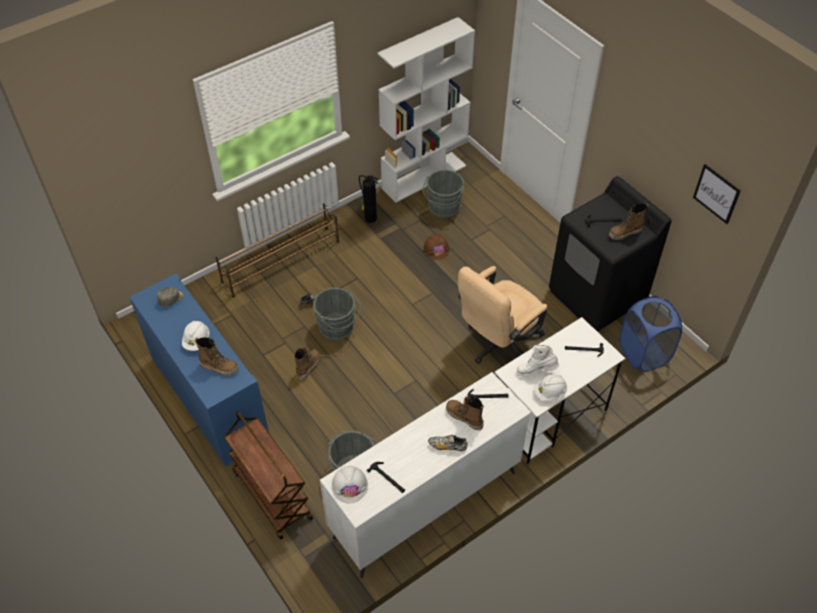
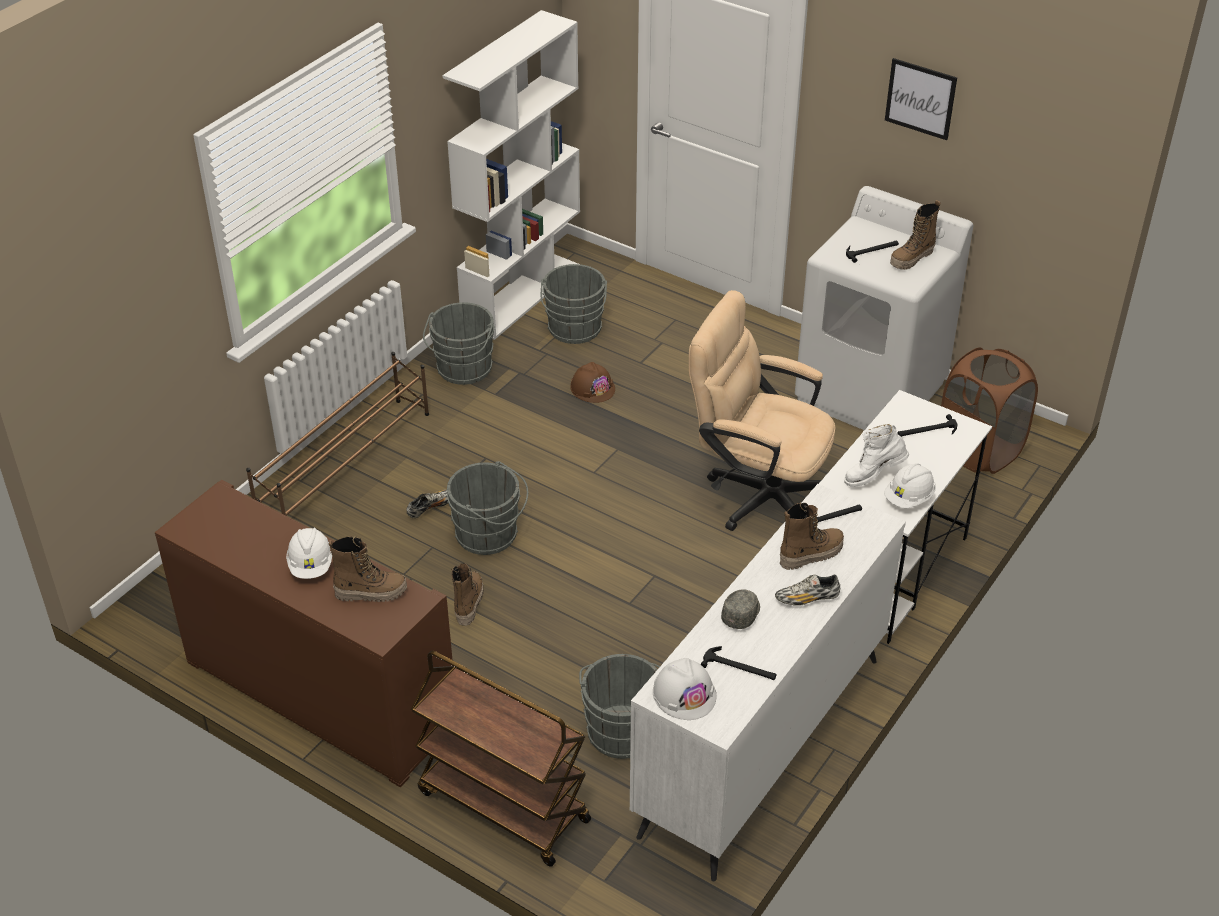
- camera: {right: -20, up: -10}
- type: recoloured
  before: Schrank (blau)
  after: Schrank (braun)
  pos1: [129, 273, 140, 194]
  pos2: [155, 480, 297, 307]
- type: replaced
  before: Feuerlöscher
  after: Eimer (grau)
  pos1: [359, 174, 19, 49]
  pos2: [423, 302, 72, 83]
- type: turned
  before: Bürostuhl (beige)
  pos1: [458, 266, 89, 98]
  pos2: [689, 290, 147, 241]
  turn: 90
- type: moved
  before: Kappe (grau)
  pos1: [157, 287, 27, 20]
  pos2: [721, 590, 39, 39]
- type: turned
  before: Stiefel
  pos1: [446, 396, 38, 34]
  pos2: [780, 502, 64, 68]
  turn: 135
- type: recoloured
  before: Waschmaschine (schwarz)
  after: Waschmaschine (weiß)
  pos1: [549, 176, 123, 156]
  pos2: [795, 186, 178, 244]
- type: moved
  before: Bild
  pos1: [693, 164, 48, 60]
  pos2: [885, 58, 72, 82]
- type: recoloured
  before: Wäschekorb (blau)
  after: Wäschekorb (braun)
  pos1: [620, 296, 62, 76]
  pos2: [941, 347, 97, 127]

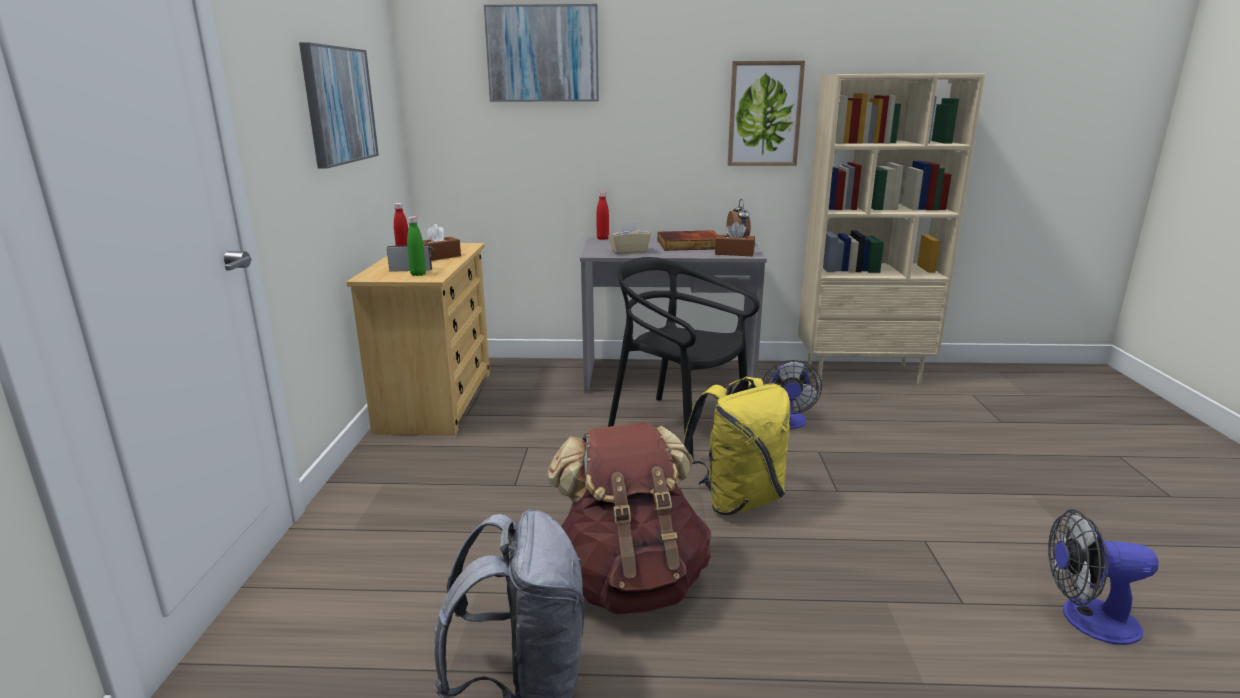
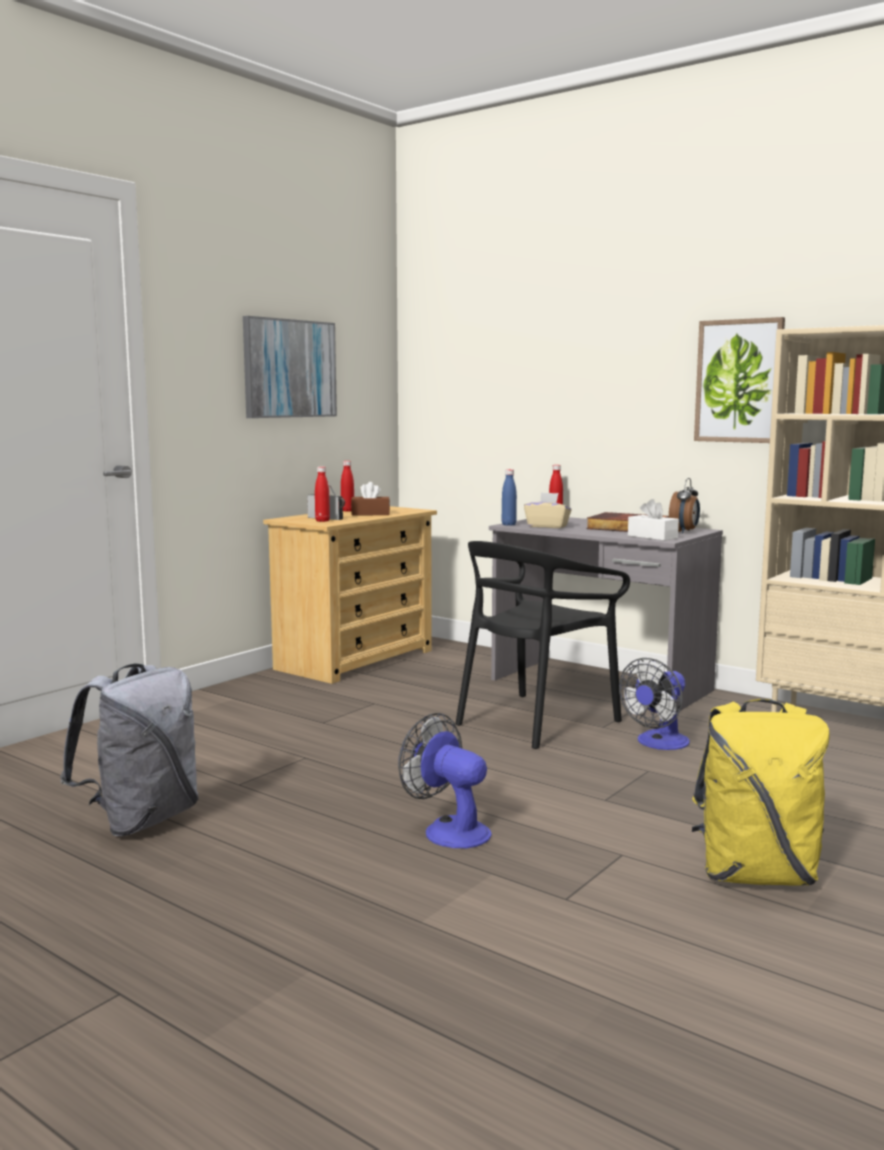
- camera: {right: 35, up: -10}
- type: recoloured
  before: Flasche (grün)
  after: Flasche (rot)
  pos1: [407, 216, 19, 60]
  pos2: [315, 466, 15, 56]
- type: moved
  before: Ventilator
  pos1: [1048, 509, 111, 136]
  pos2: [398, 713, 94, 135]
- type: turned
  before: Stuhl (schwarz)
  pos1: [608, 257, 152, 205]
  pos2: [455, 541, 175, 208]
  turn: -120
- type: added
  after: Flasche (blau)
  pos2: [502, 469, 15, 57]
- type: recoloured
  before: Taschentuchbox (braun)
  after: Taschentuchbox (weiß)
  pos1: [715, 222, 40, 34]
  pos2: [628, 499, 51, 42]
- type: moved
  before: Rucksack (gelb)
  pos1: [683, 377, 108, 138]
  pos2: [692, 699, 138, 187]
- type: removed
  before: Bild
  pos1: [484, 4, 115, 98]
- type: removed
  before: Rucksack (braun)
  pos1: [548, 422, 163, 193]

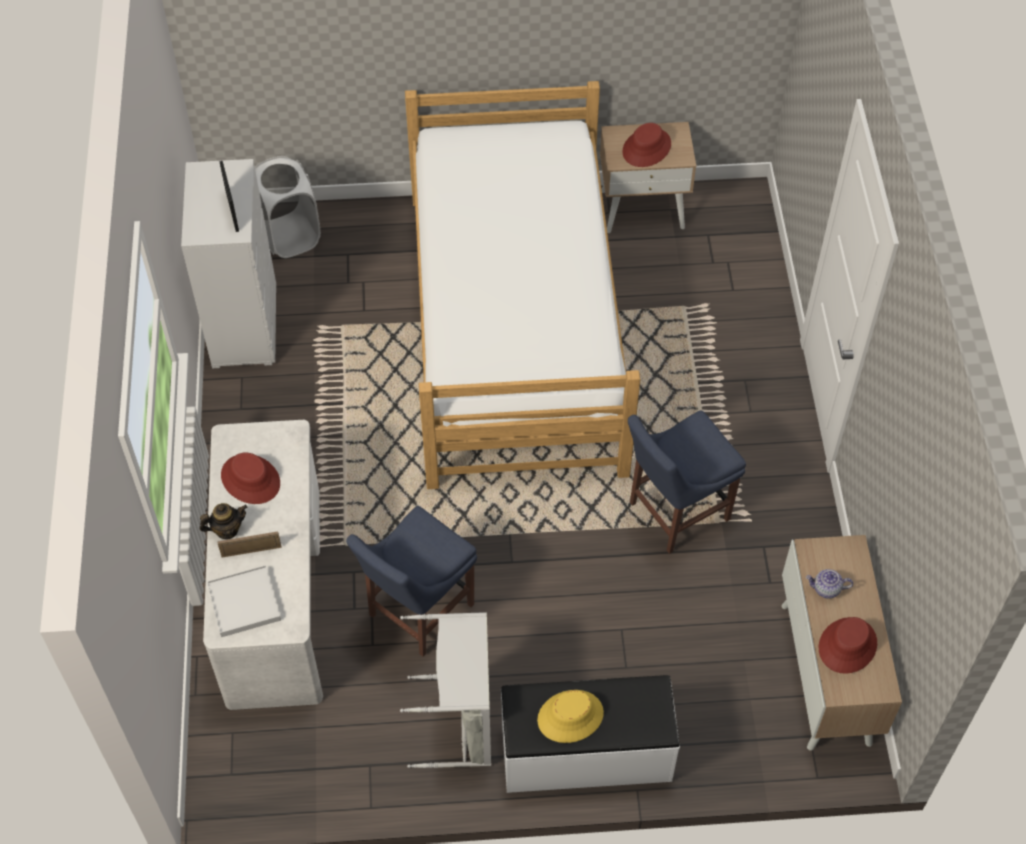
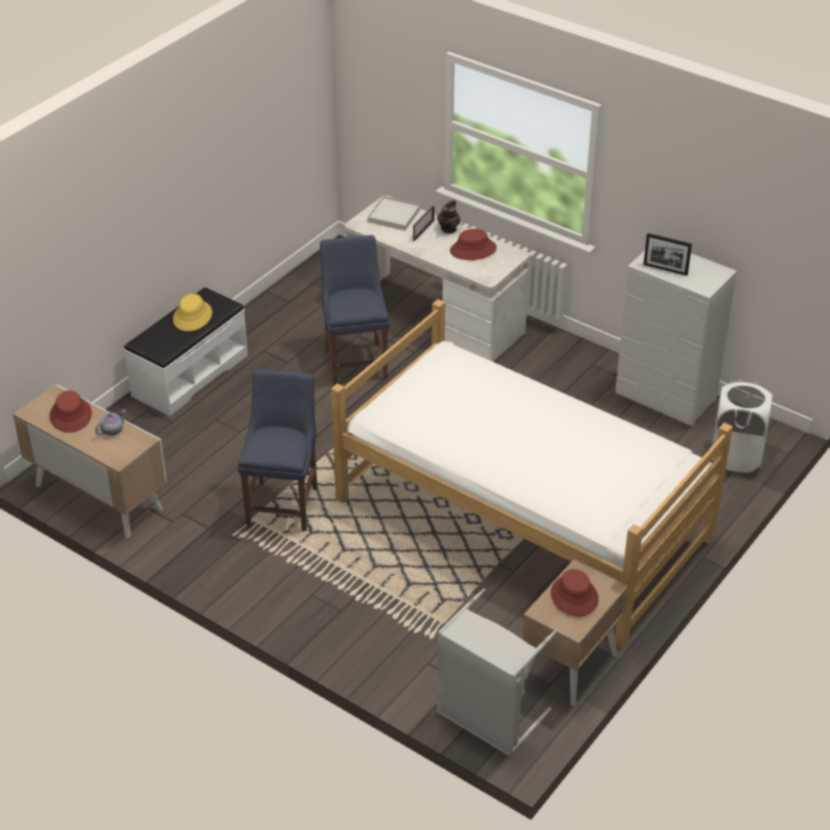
- camera: {right: 130, up: -15}
- type: moved
  before: Wäschekorb (grau)
  pos1: [400, 612, 91, 156]
  pos2: [437, 588, 121, 169]

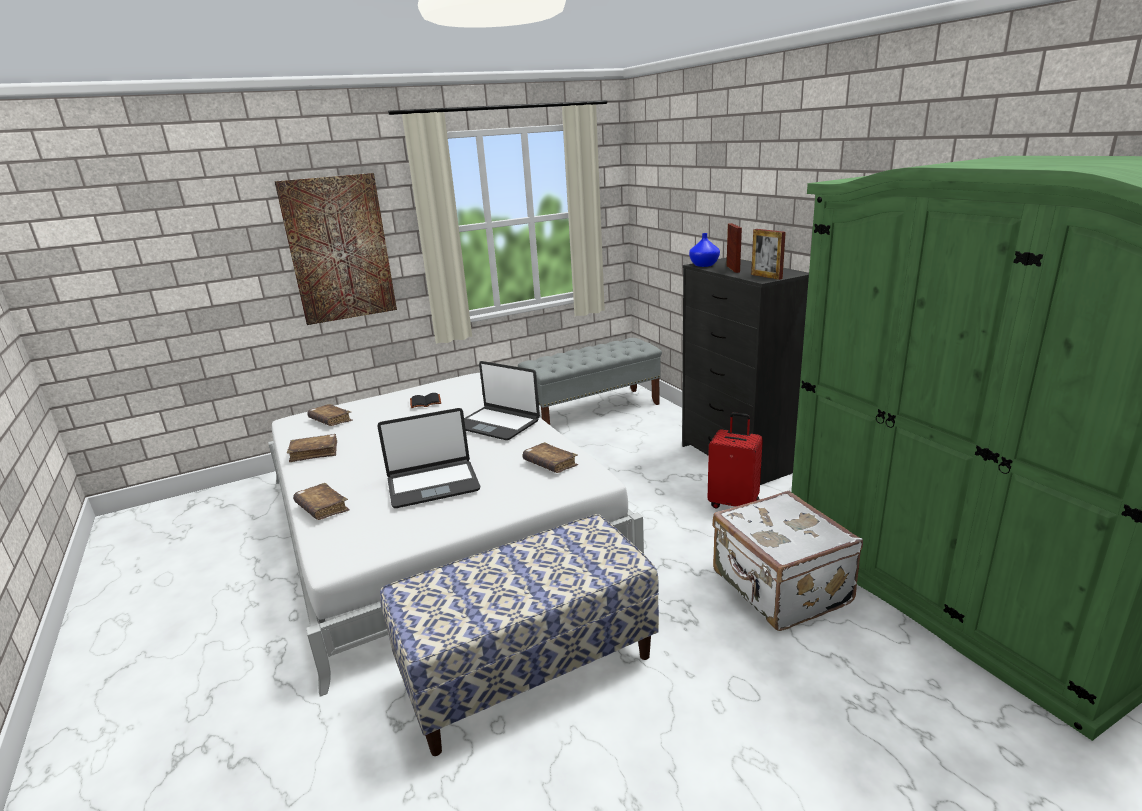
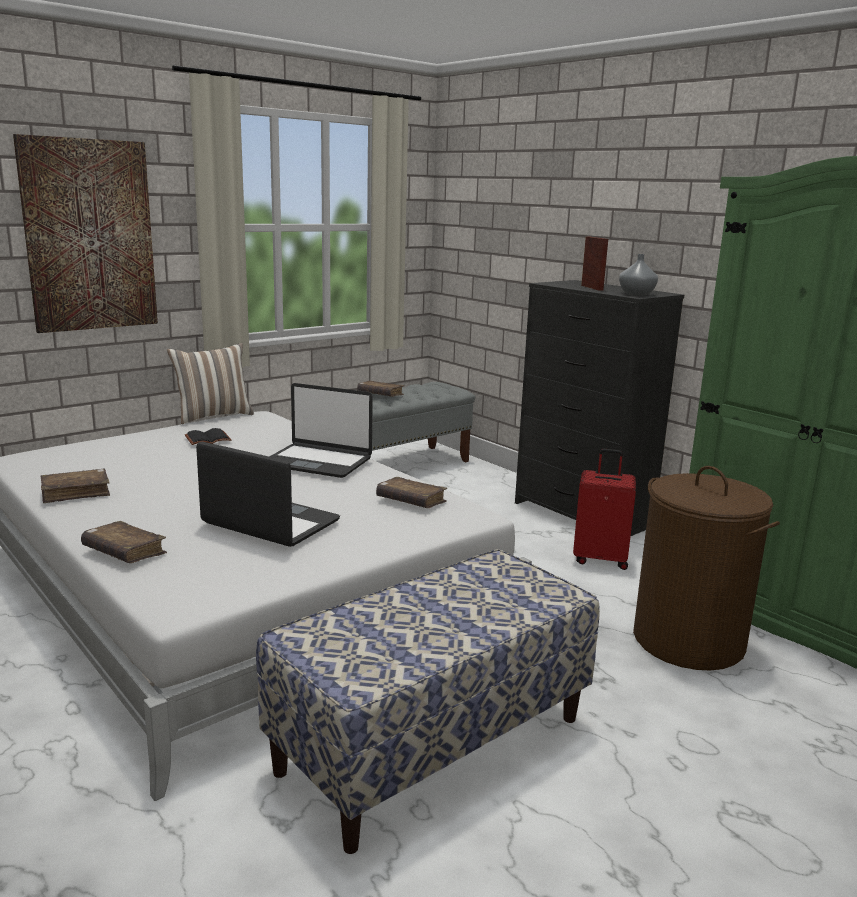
- camera: {right: -15, up: -5}
- type: added
  after: Kissen
  pos2: [167, 343, 87, 81]
- type: turned
  before: Laptop
  pos1: [377, 408, 103, 100]
  pos2: [196, 441, 144, 106]
  turn: -120
- type: moved
  before: Buch (braun)
  pos1: [307, 404, 46, 22]
  pos2: [357, 381, 47, 16]
- type: replaced
  before: Bilderrahmen
  after: Vase (grau)
  pos1: [751, 229, 35, 51]
  pos2: [619, 254, 39, 42]
- type: replaced
  before: Koffer (weiß)
  after: Wäschekorb (braun)
  pos1: [713, 491, 150, 140]
  pos2: [633, 466, 147, 205]
- type: removed
  before: Vase (blau)
  pos1: [689, 233, 31, 34]

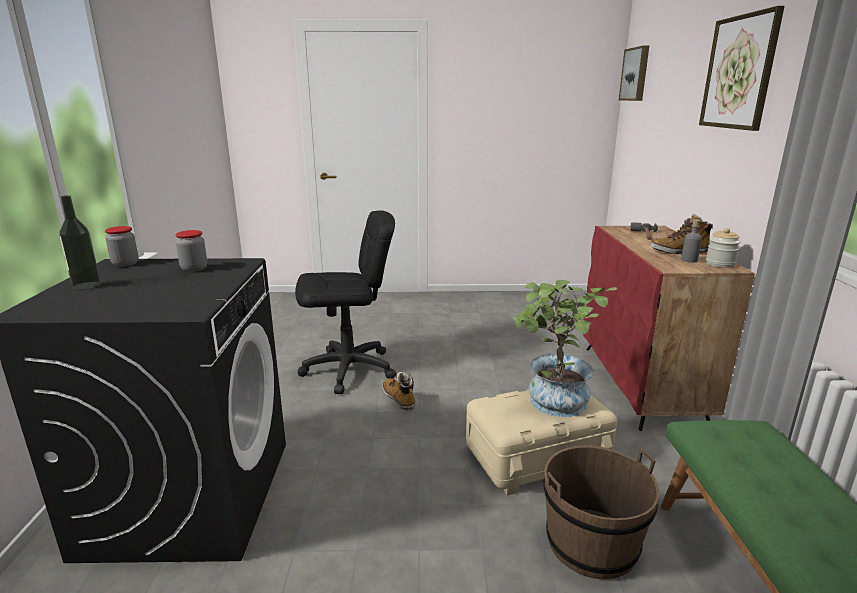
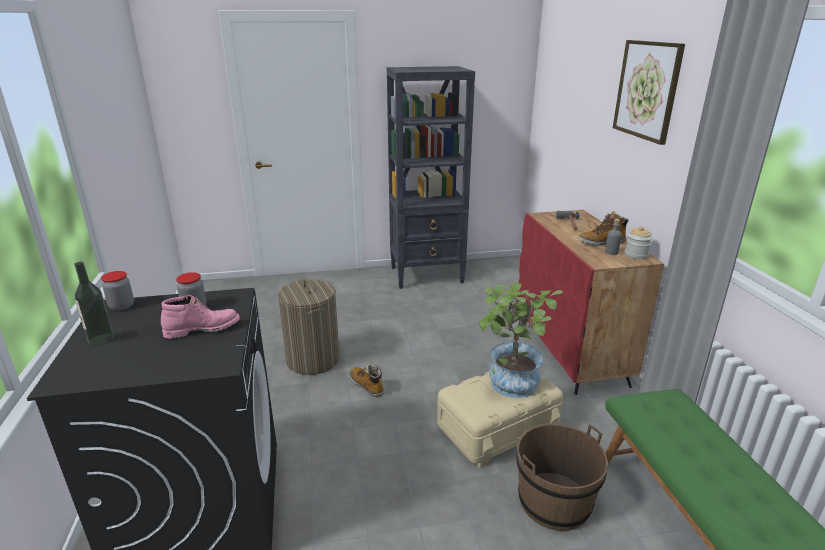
- camera: {right: -10, up: 5}
- type: added
  after: Stiefel (rosa)
  pos2: [161, 295, 79, 44]
- type: replaced
  before: Bürostuhl (schwarz)
  after: Wäschekorb
  pos1: [295, 210, 102, 184]
  pos2: [278, 279, 62, 96]
- type: added
  after: Bücherregal (schwarz)
  pos2: [387, 66, 88, 223]
- type: removed
  before: Bild
  pos1: [619, 45, 30, 56]

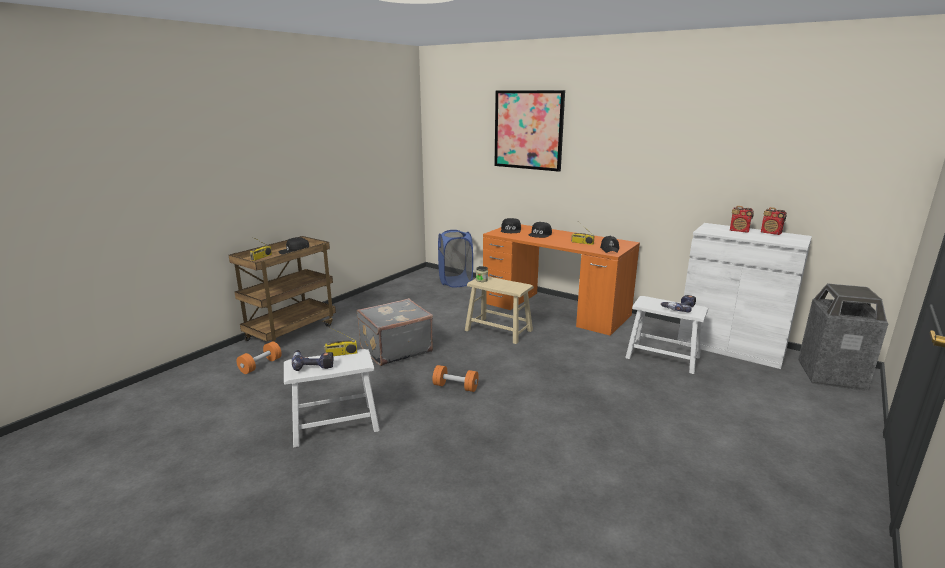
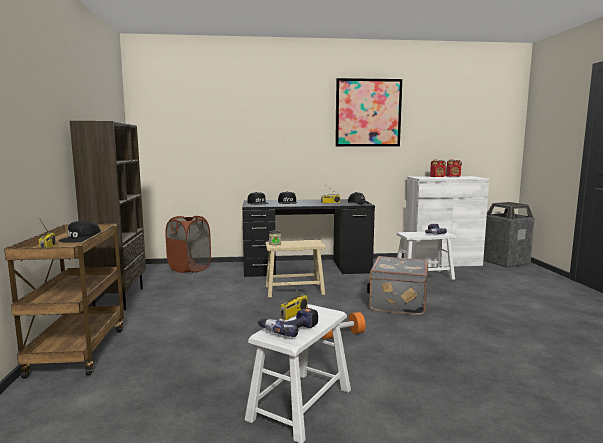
- camera: {right: -40, up: -10}
- type: added
  after: Bücherregal (braun)
  pos2: [70, 121, 76, 189]
- type: recoloured
  before: Wäschekorb (blau)
  after: Wäschekorb (braun)
  pos1: [438, 230, 35, 57]
  pos2: [165, 216, 46, 57]
- type: recoloured
  before: Schreibtisch (orange)
  after: Schreibtisch (schwarz)
  pos1: [483, 224, 157, 112]
  pos2: [242, 199, 133, 78]
- type: moved
  before: Bild
  pos1: [495, 90, 70, 82]
  pos2: [335, 78, 67, 68]
- type: moved
  before: Koffer (grau)
  pos1: [357, 298, 76, 68]
  pos2: [366, 256, 62, 59]
- type: removed
  before: Hantel (orange)
  pos1: [237, 341, 45, 33]

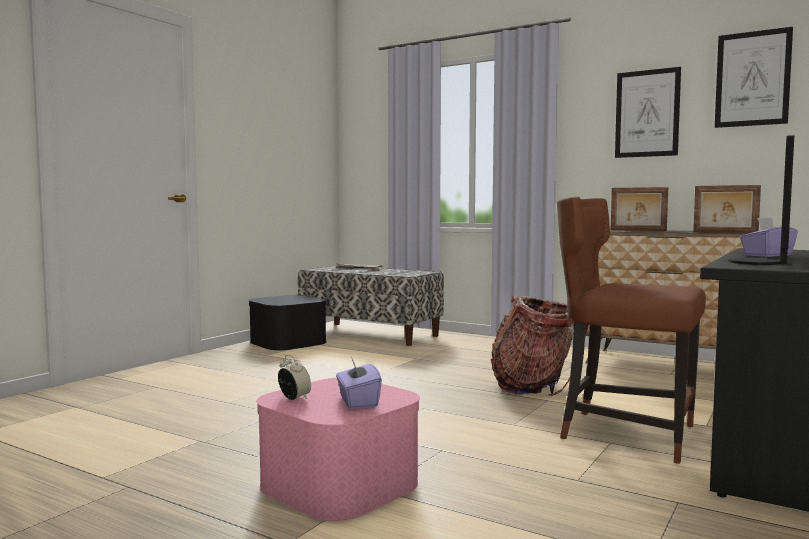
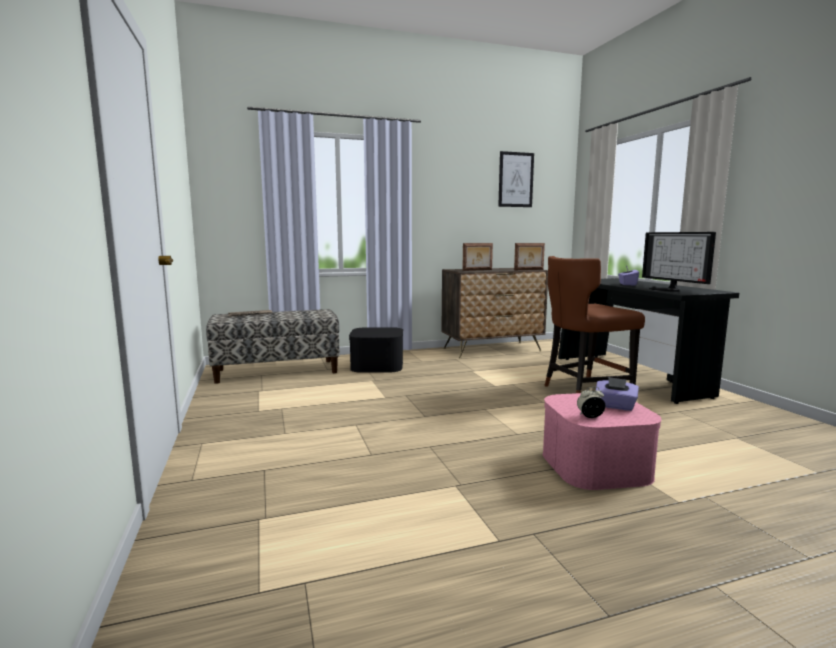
- camera: {right: -50, up: 5}
- type: moved
  before: Aufbewahrungsbox (schwarz)
  pos1: [249, 295, 77, 55]
  pos2: [349, 327, 54, 46]
- type: removed
  before: Rucksack
  pos1: [491, 296, 98, 100]
- type: removed
  before: Bild
  pos1: [615, 67, 66, 91]

